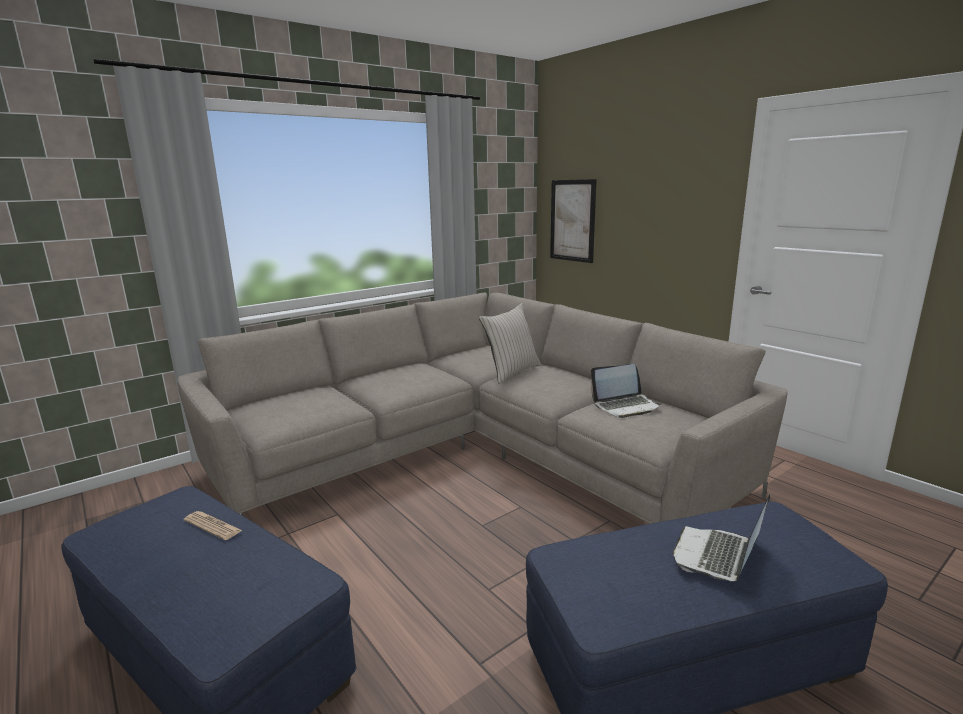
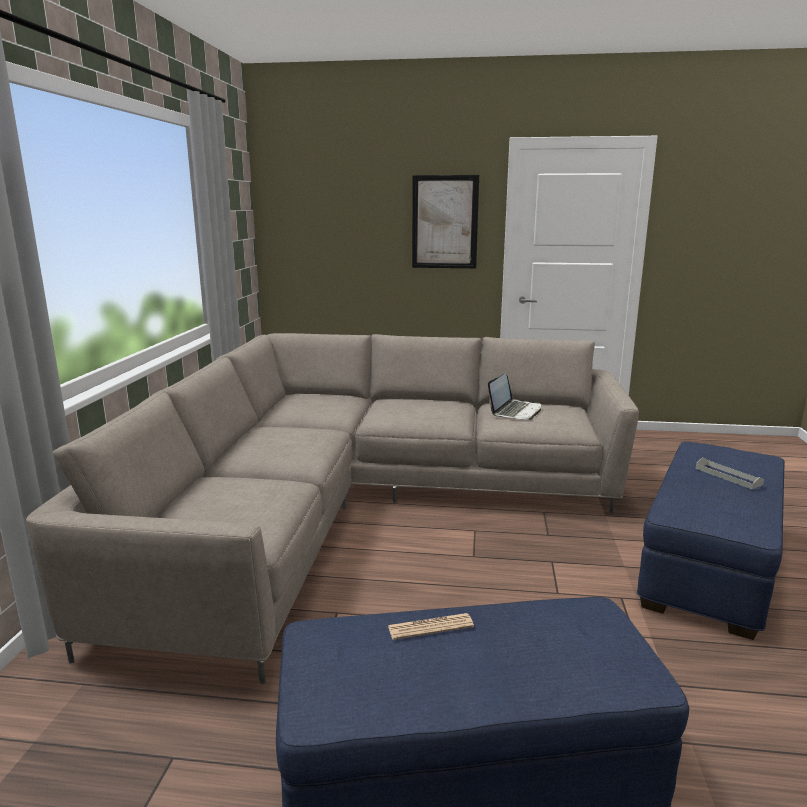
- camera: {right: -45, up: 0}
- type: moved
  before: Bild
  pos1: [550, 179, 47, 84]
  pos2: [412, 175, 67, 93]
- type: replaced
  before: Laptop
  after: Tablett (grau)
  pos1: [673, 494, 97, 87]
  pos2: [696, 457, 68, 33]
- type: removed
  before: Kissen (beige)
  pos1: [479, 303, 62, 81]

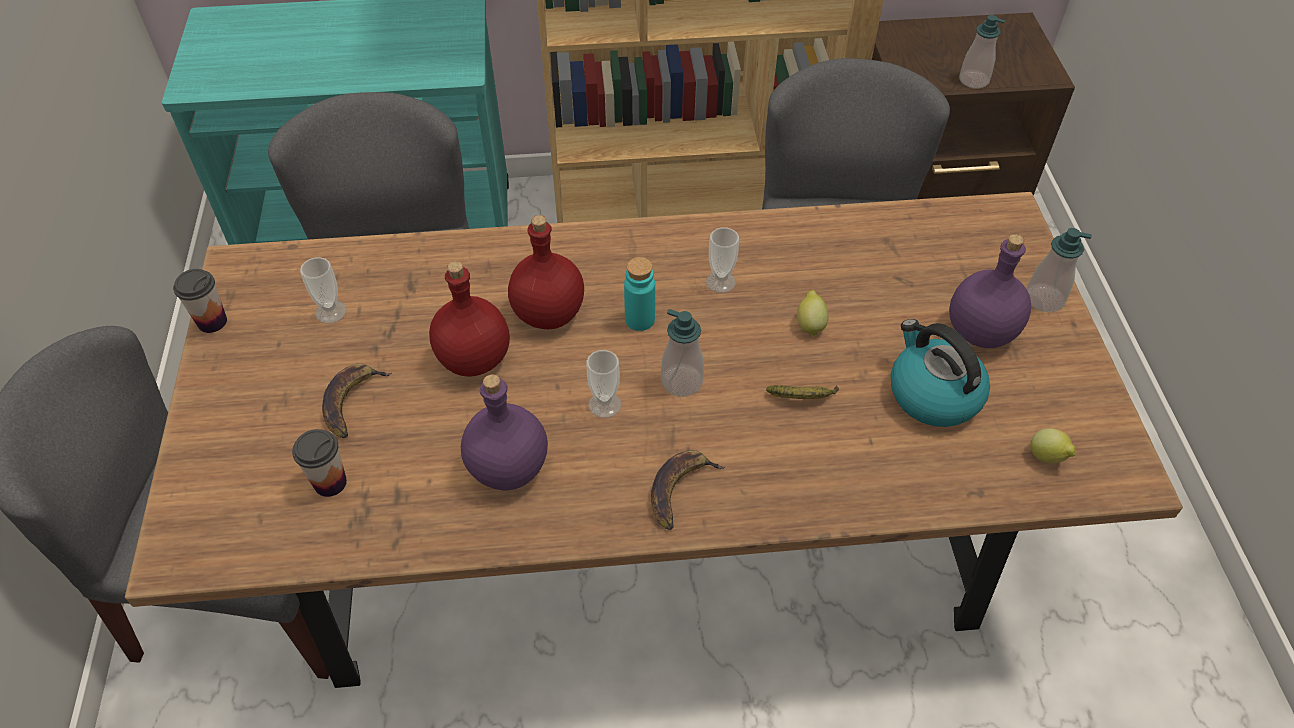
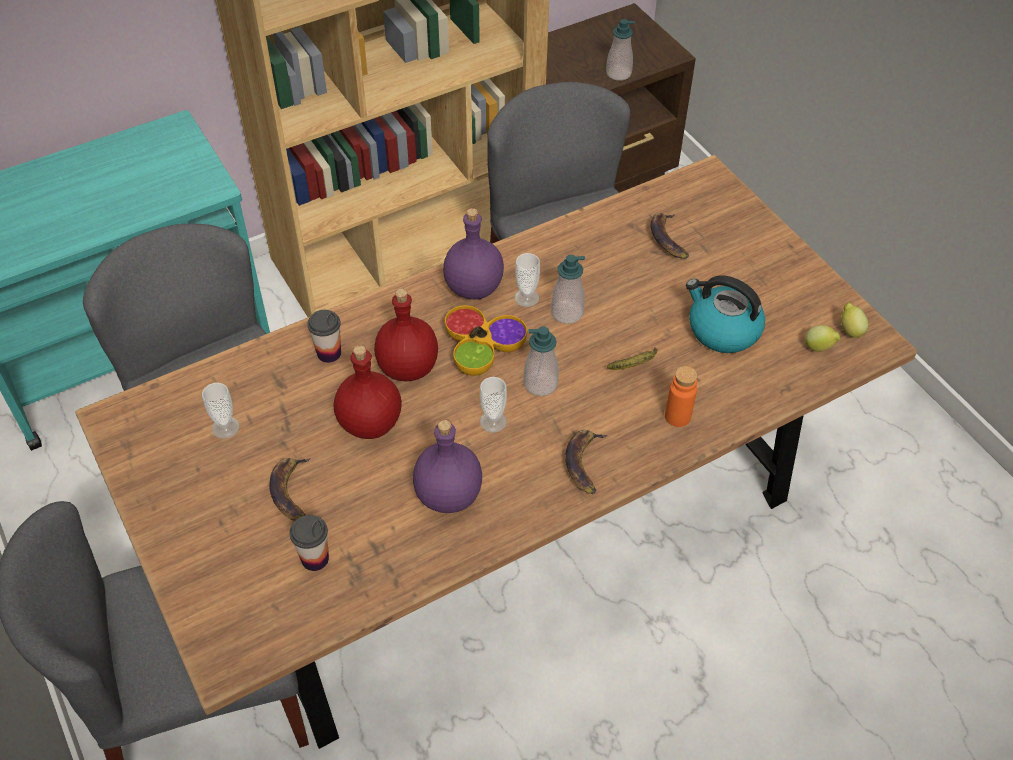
- camera: {right: -25, up: 0}
- type: moved
  before: Tasse
  pos1: [173, 269, 54, 64]
  pos2: [307, 310, 34, 53]
- type: moved
  before: Flasche (lila)
  pos1: [949, 234, 82, 114]
  pos2: [443, 208, 61, 91]
- type: replaced
  before: Flasche (türkis)
  after: Schüssel
  pos1: [624, 257, 31, 74]
  pos2: [445, 305, 82, 71]
- type: moved
  before: Seifenspender
  pos1: [1027, 228, 65, 85]
  pos2: [551, 255, 34, 69]
- type: added
  after: Banane
  pos2: [651, 213, 38, 46]
- type: added
  after: Flasche (orange)
  pos2: [665, 366, 32, 61]
- type: moved
  before: Zitrone
  pos1: [797, 290, 32, 46]
  pos2: [841, 302, 27, 36]

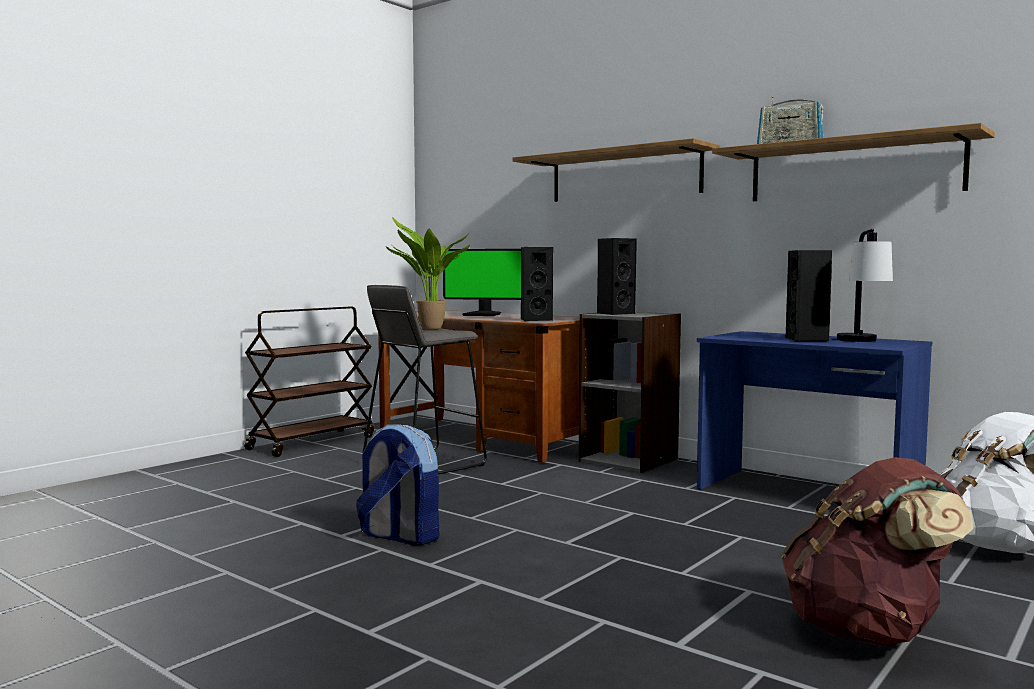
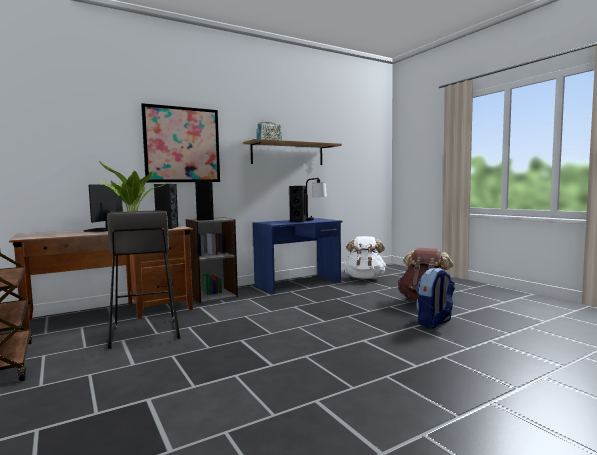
- camera: {right: -70, up: 0}
- type: turned
  before: Monitor
  pos1: [443, 249, 78, 67]
  pos2: [84, 184, 39, 48]
  turn: 150
- type: replaced
  before: Wandregal
  after: Bild
  pos1: [513, 138, 207, 64]
  pos2: [141, 103, 79, 79]
- type: moved
  before: Rucksack
  pos1: [356, 424, 83, 122]
  pos2: [416, 268, 39, 60]

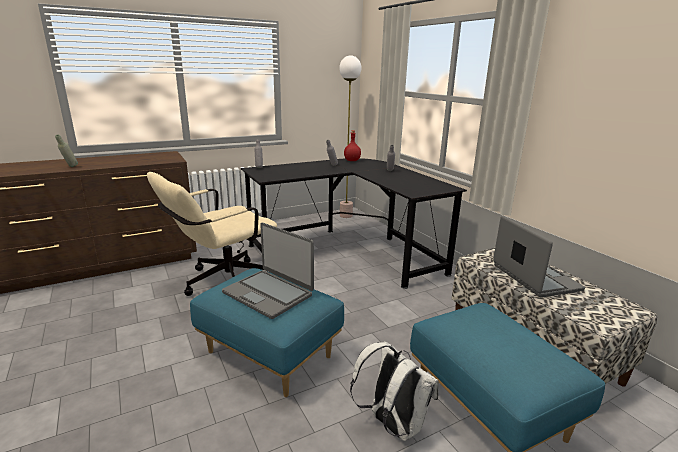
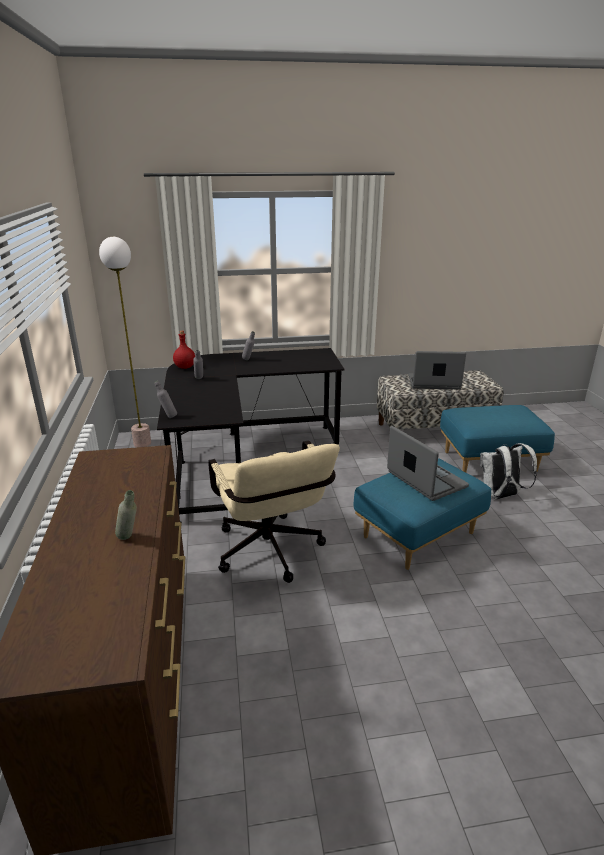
- camera: {right: -70, up: 5}
- type: turned
  before: Laptop
  pos1: [222, 223, 92, 96]
  pos2: [387, 426, 82, 75]
  turn: -90

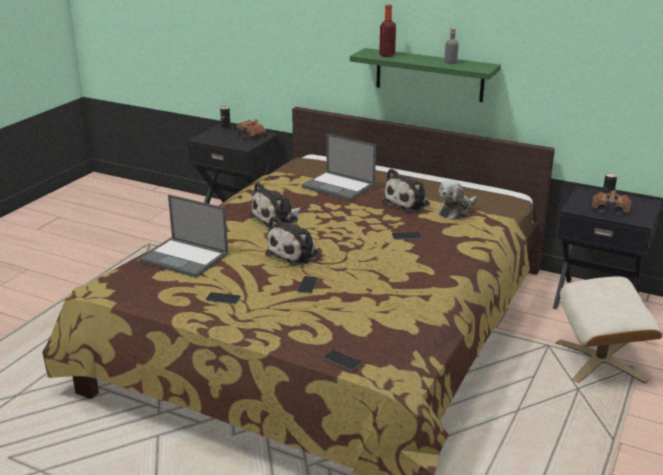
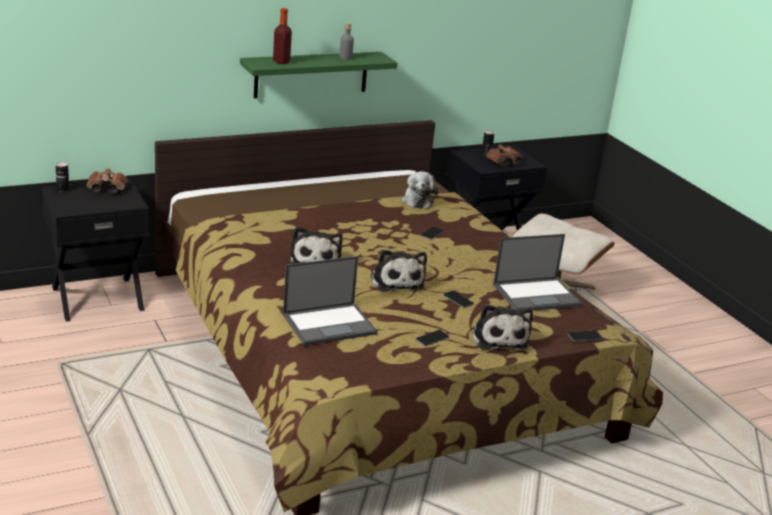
- camera: {right: -55, up: 0}
- type: moved
  before: Plüschtier
  pos1: [382, 168, 48, 44]
  pos2: [472, 304, 61, 46]
- type: moved
  before: Laptop
  pos1: [301, 134, 75, 67]
  pos2: [493, 234, 89, 78]

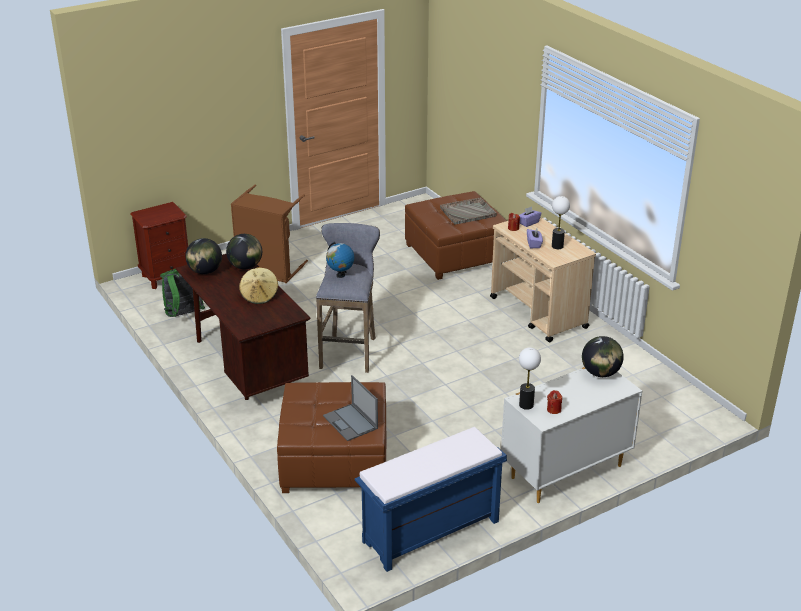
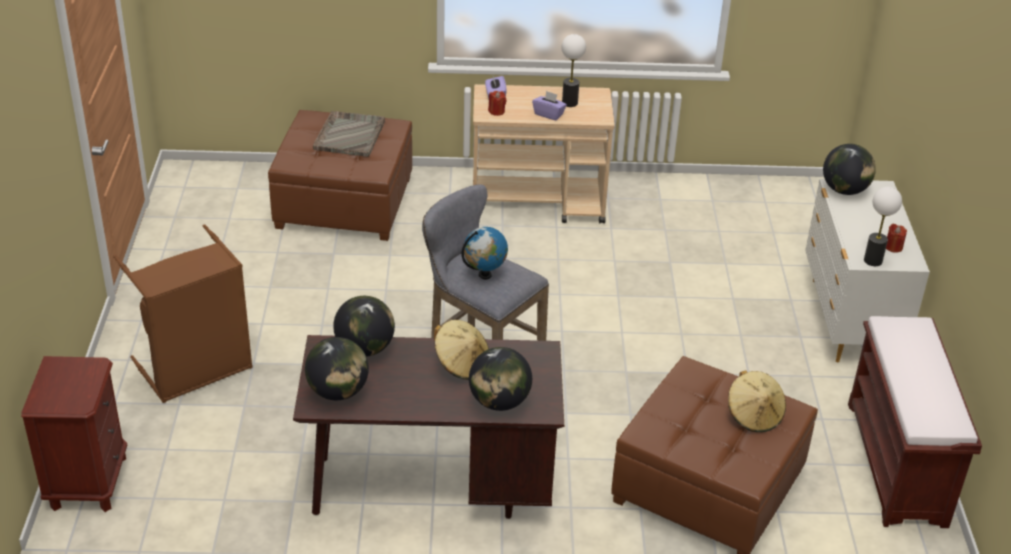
- camera: {right: -60, up: 5}
- type: added
  after: Globus
  pos2: [469, 347, 63, 64]
- type: replaced
  before: Laptop
  after: Hut (beige)
  pos1: [323, 375, 55, 66]
  pos2: [728, 370, 58, 62]
- type: recoloured
  before: Bank (blau)
  after: Bank (braun)
  pos1: [355, 427, 152, 145]
  pos2: [848, 316, 134, 212]
- type: removed
  before: Rucksack (grün)
  pos1: [160, 269, 45, 48]

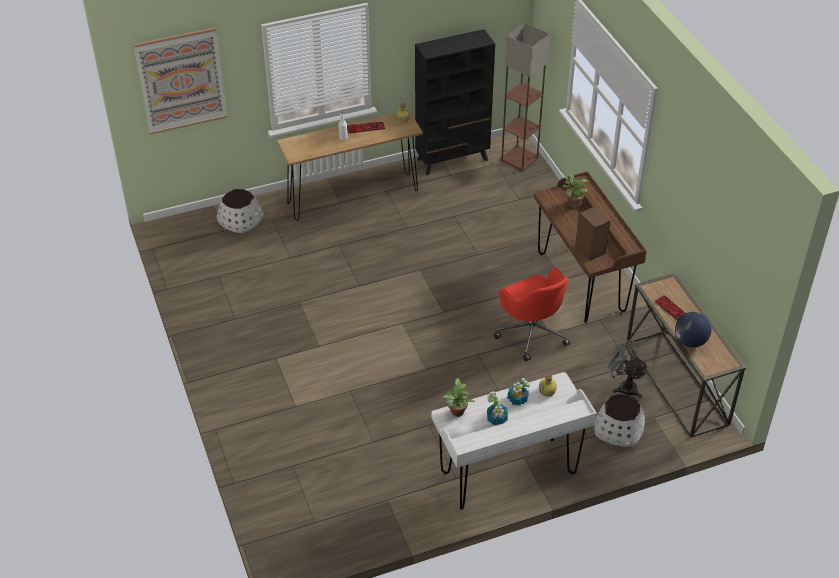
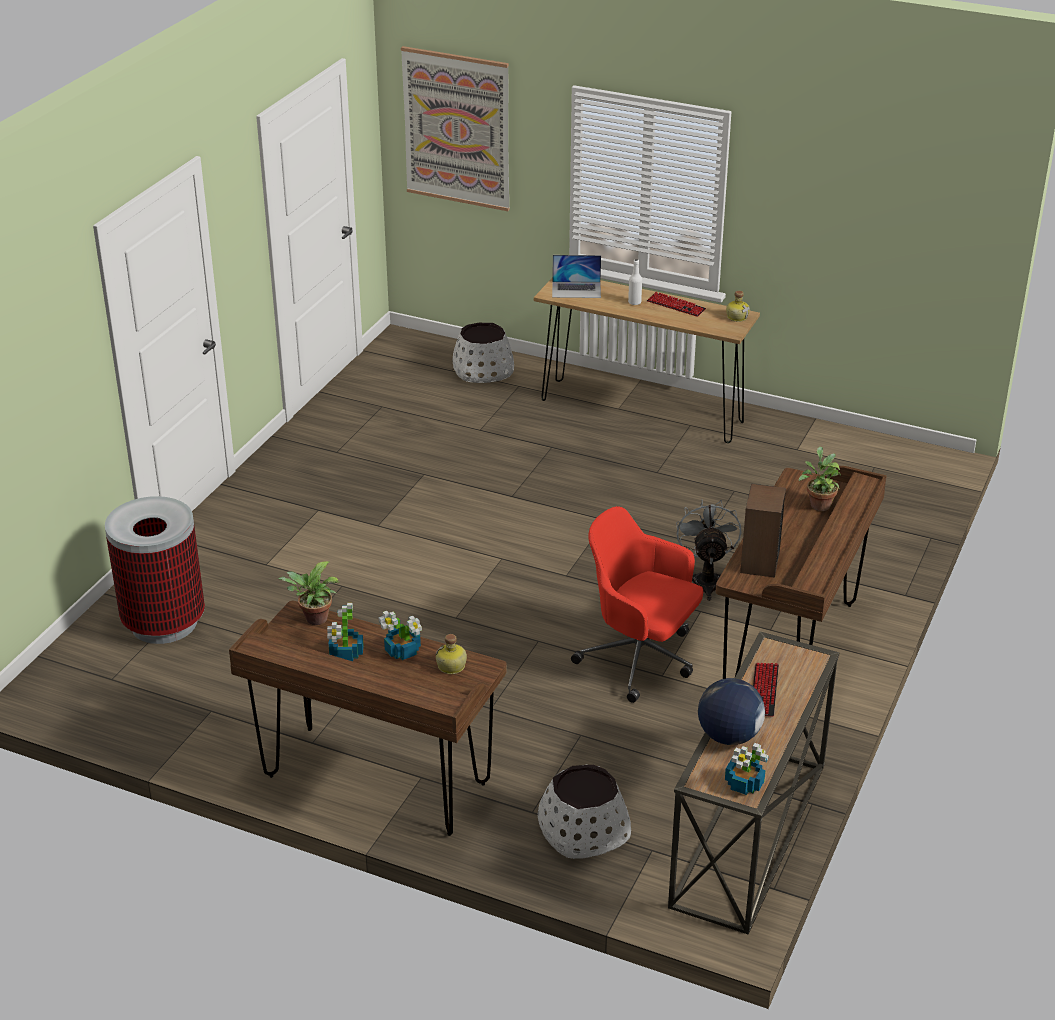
- camera: {right: 45, up: -10}
- type: added
  after: Mülleimer
  pos2: [105, 496, 100, 148]
- type: recoloured
  before: Schreibtisch (weiß)
  after: Schreibtisch (braun)
  pos1: [431, 372, 166, 138]
  pos2: [229, 601, 278, 235]
- type: added
  after: Laptop
  pos2: [552, 255, 49, 43]
- type: turned
  before: Bürostuhl (rot)
  pos1: [494, 268, 76, 93]
  pos2: [571, 506, 132, 197]
  turn: 105
- type: moved
  before: Ventilator (grau)
  pos1: [605, 339, 43, 60]
  pos2: [676, 499, 65, 102]
- type: added
  after: Topfpflanze
  pos2: [725, 743, 44, 52]
- type: removed
  before: Bücherregal (schwarz)
  pos1: [415, 29, 80, 146]
- type: removed
  before: Stehlampe
  pos1: [500, 23, 50, 148]

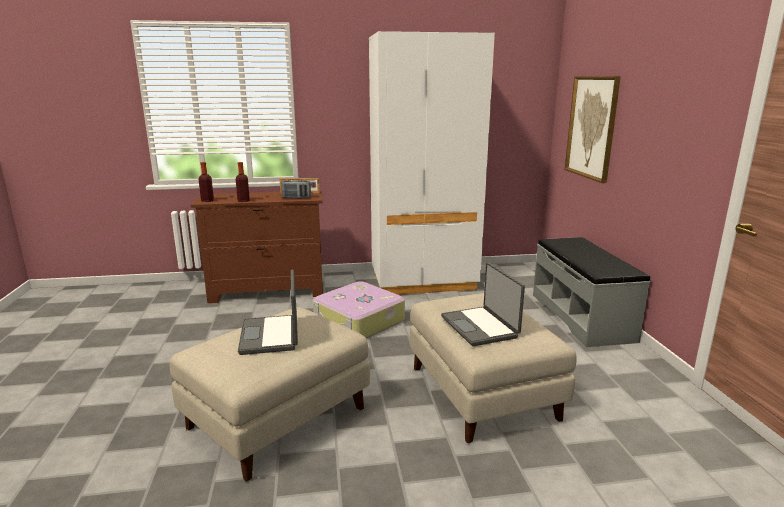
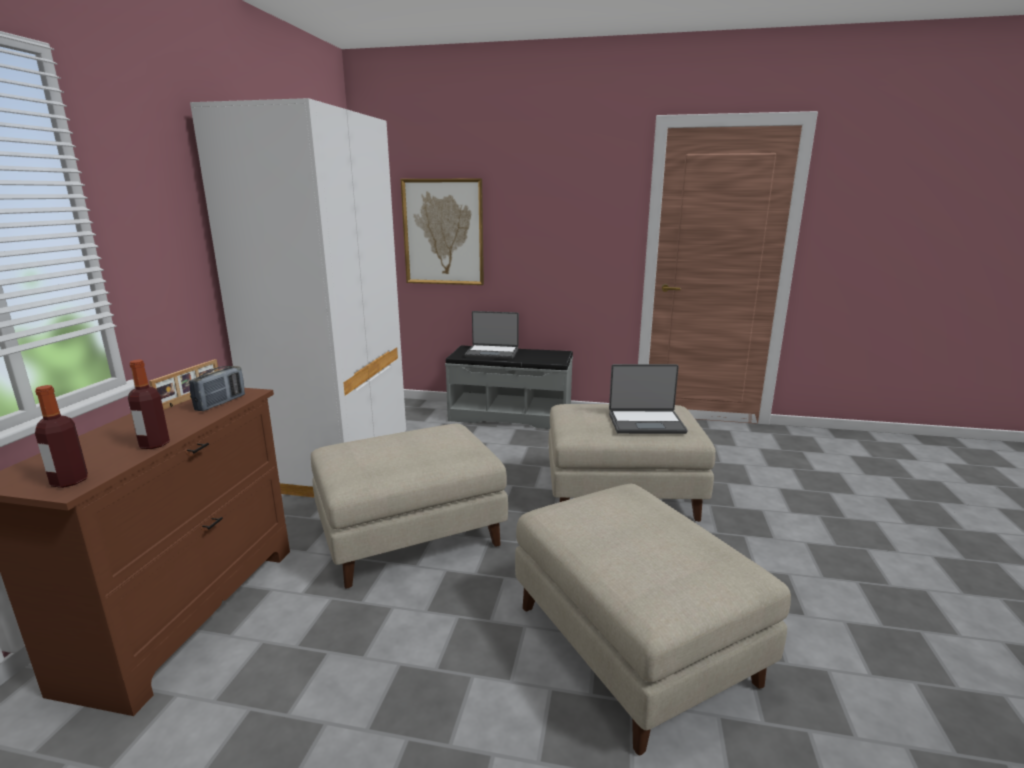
- camera: {right: -70, up: 0}
- type: replaced
  before: Koffer
  after: Polsterhocker (beige)
  pos1: [313, 281, 92, 57]
  pos2: [311, 424, 197, 165]
- type: moved
  before: Laptop
  pos1: [238, 270, 60, 85]
  pos2: [465, 311, 54, 48]

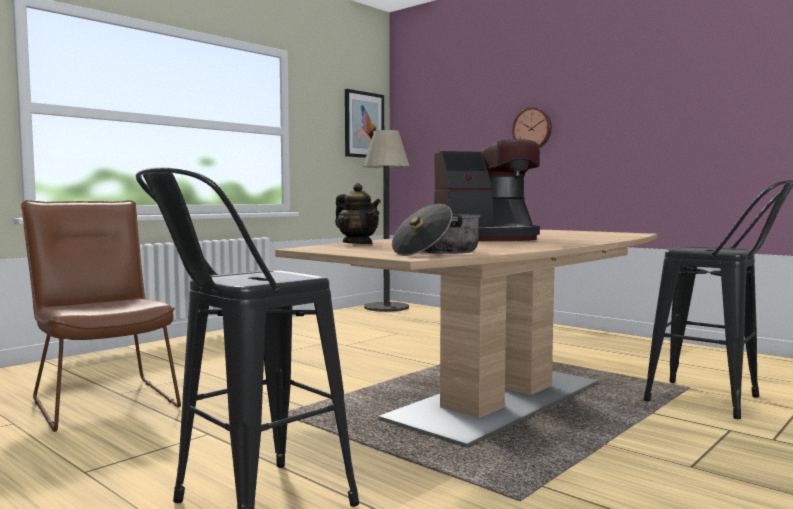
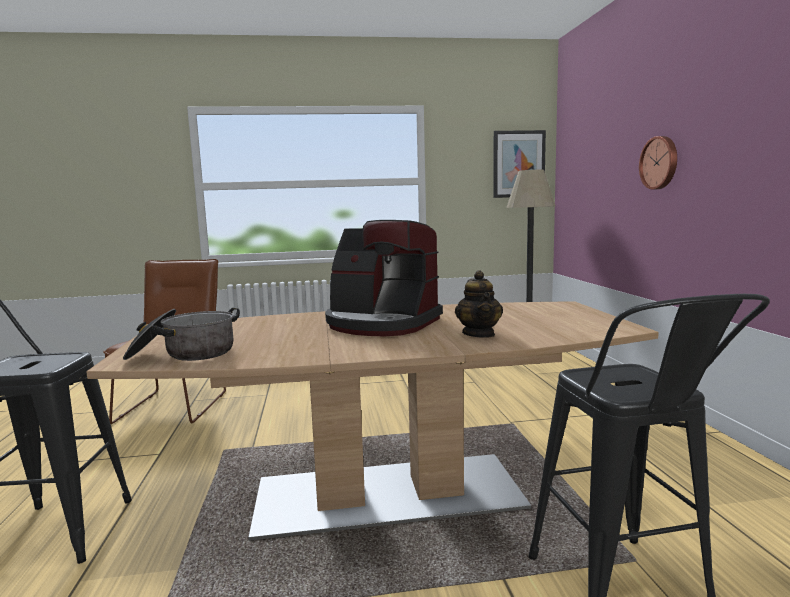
- camera: {right: 40, up: 5}
- type: moved
  before: Teekanne
  pos1: [335, 183, 46, 61]
  pos2: [455, 270, 48, 68]

